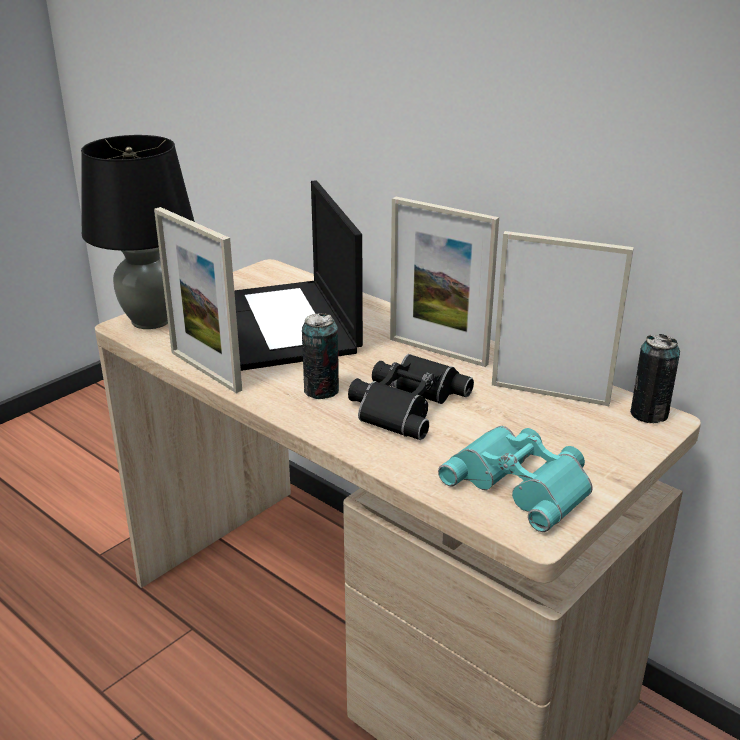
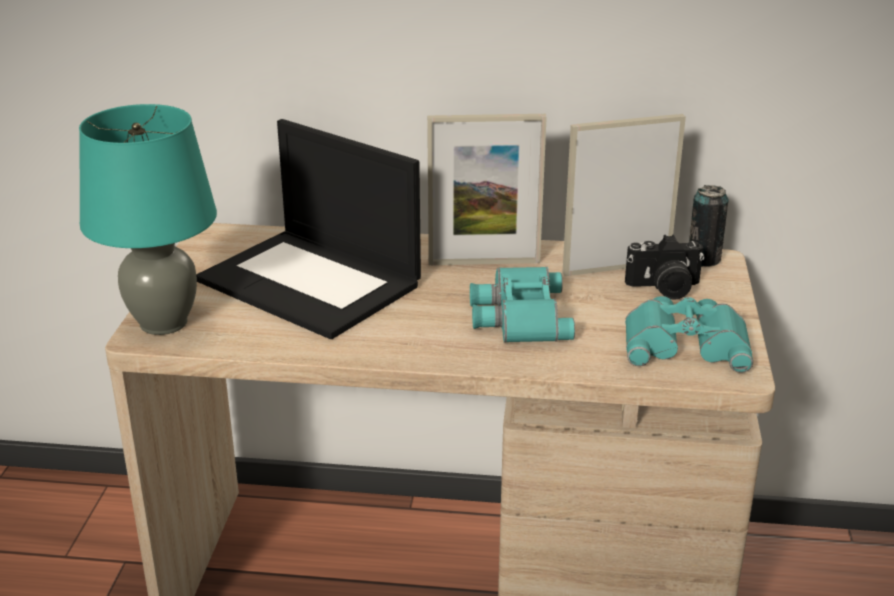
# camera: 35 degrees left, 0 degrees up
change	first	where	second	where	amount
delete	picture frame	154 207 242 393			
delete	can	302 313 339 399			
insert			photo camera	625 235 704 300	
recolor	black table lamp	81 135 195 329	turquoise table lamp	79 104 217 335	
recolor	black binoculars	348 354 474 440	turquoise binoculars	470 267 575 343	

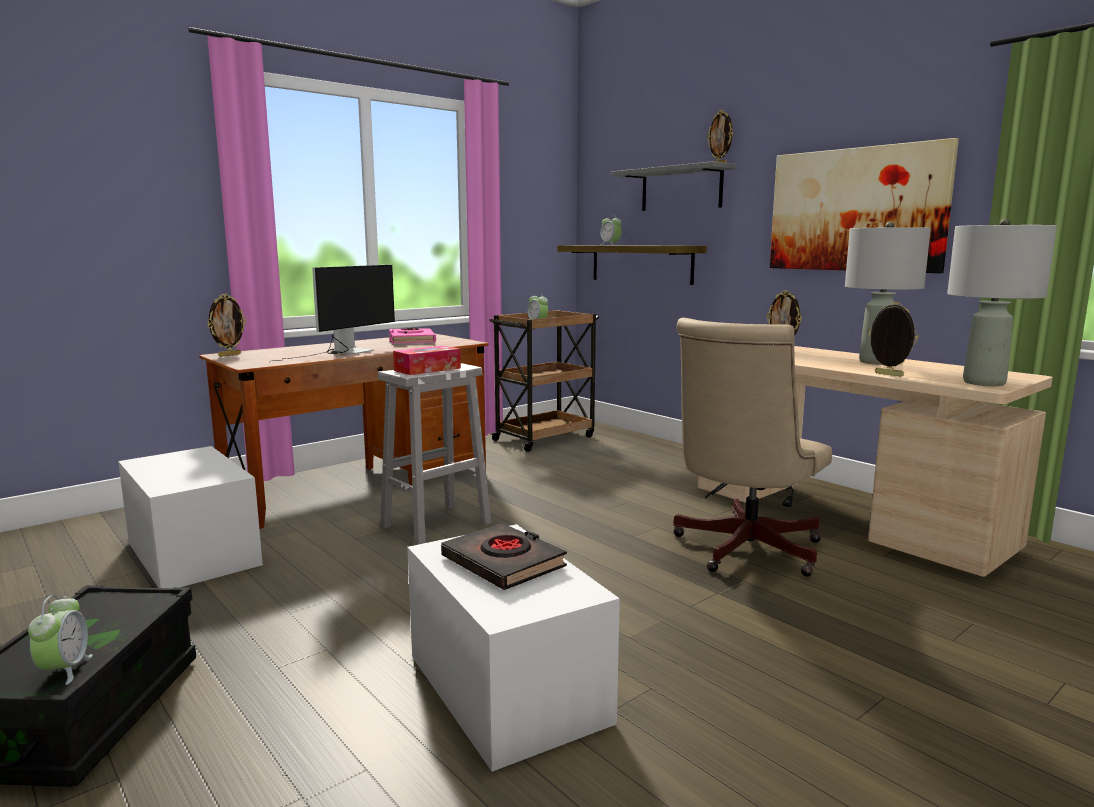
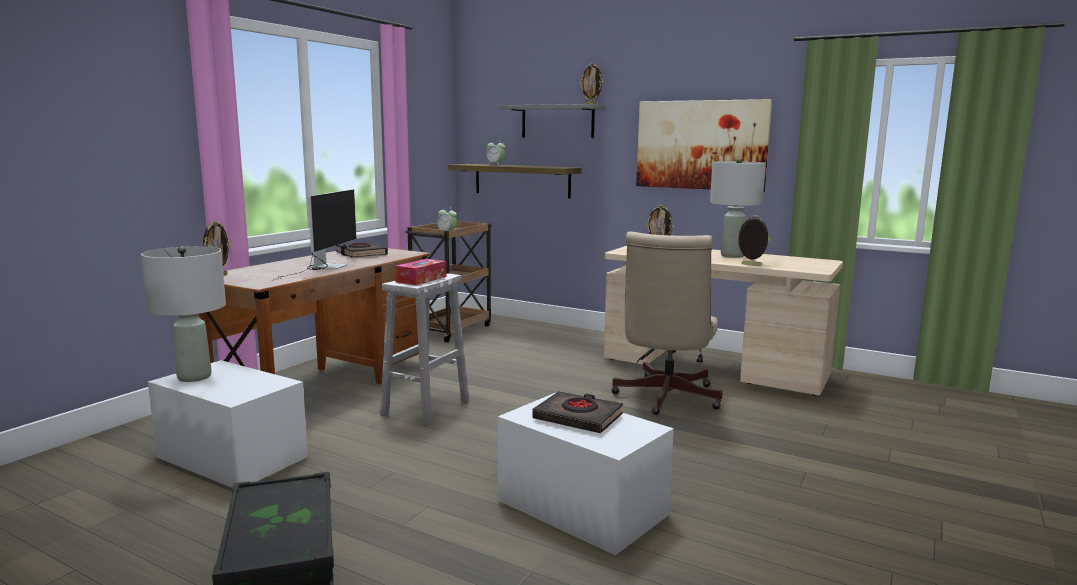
# camera: 20 degrees left, 0 degrees up
change	first	where	second	where	amount
delete	alarm clock	28 595 93 685			
move	grey table lamp	947 219 1057 386		141 246 226 382	
recolor	pink book	389 328 436 343	black book	336 242 388 257	

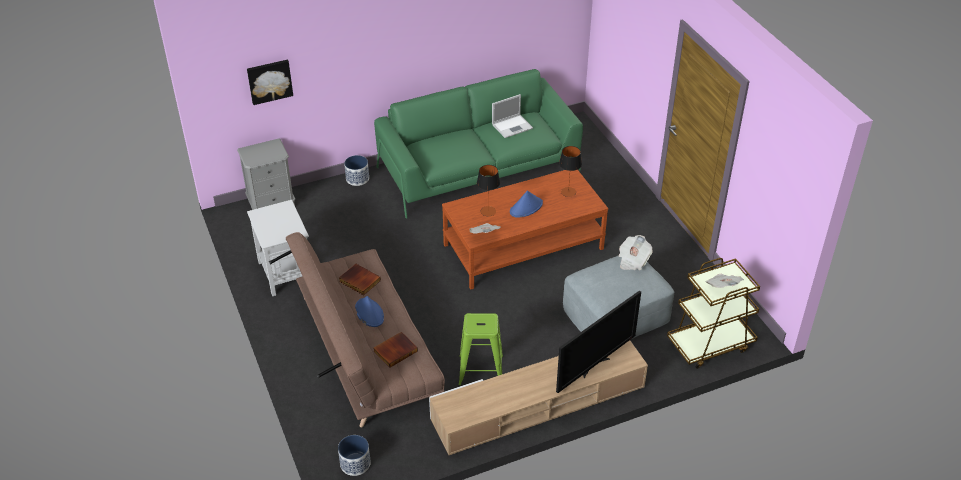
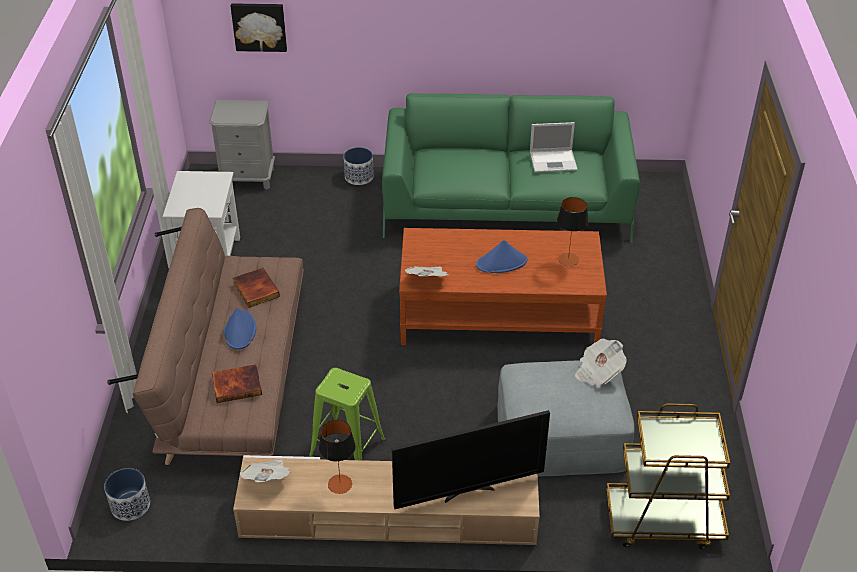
# camera: 25 degrees right, 0 degrees up
change	first	where	second	where	amount
move	table lamp	477 165 500 216		319 420 356 494	
move	newspaper	705 274 744 288		240 460 291 482	

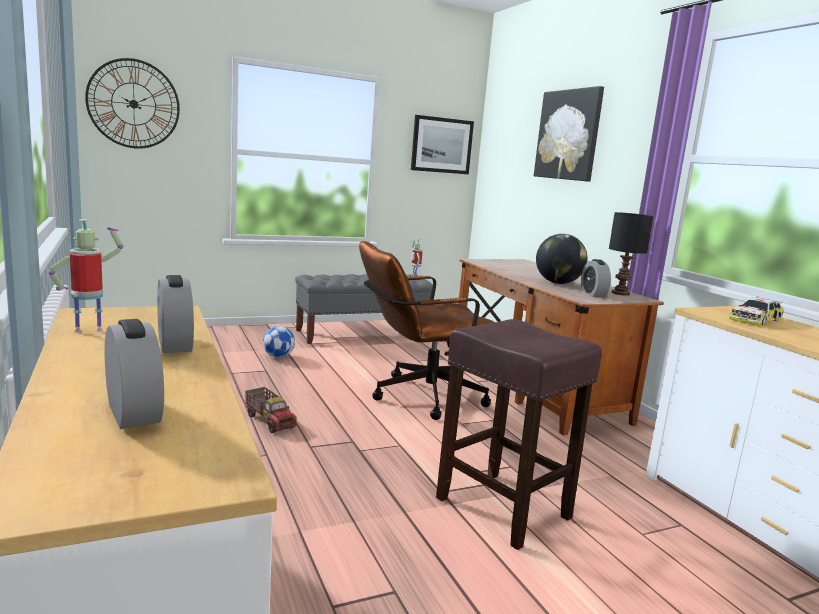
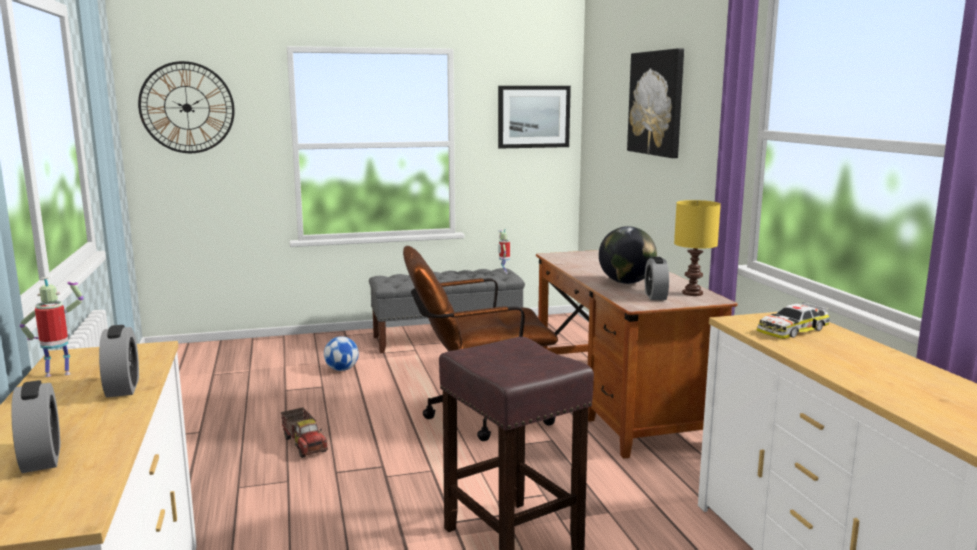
# camera: 10 degrees right, 0 degrees up
change	first	where	second	where	amount
recolor	black table lamp	609 212 654 296	yellow table lamp	674 200 721 296	

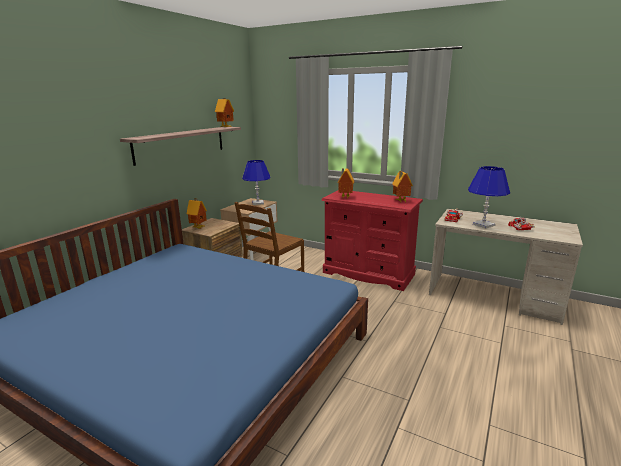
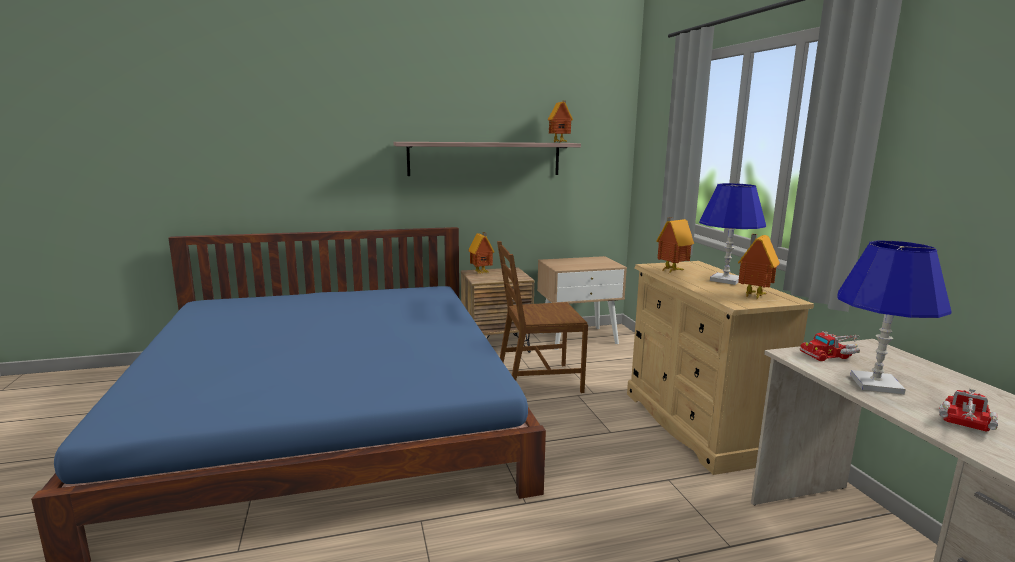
# camera: 45 degrees right, 5 degrees down
change	first	where	second	where	amount
move	blue table lamp	242 160 271 205		699 183 766 285	
recolor	red dresser	322 190 423 291	beige dresser	627 261 814 475	

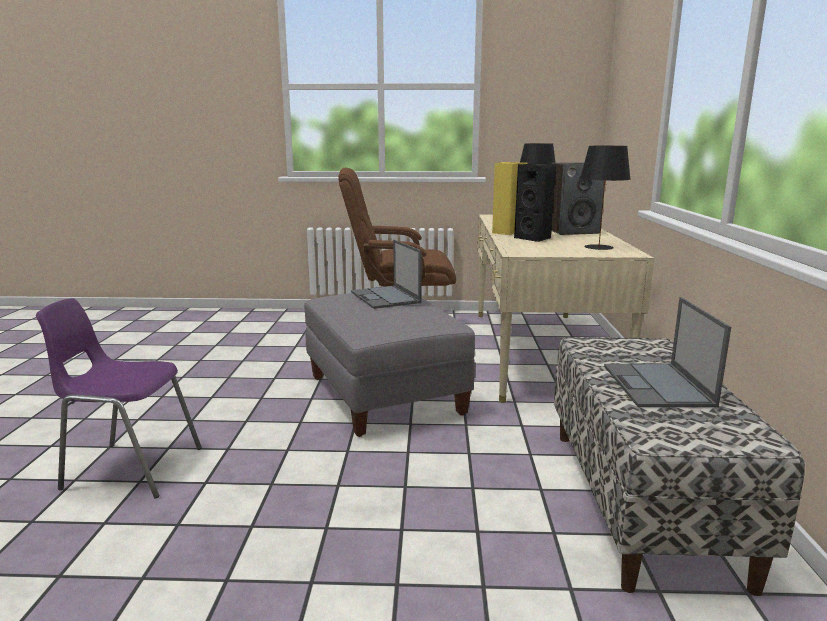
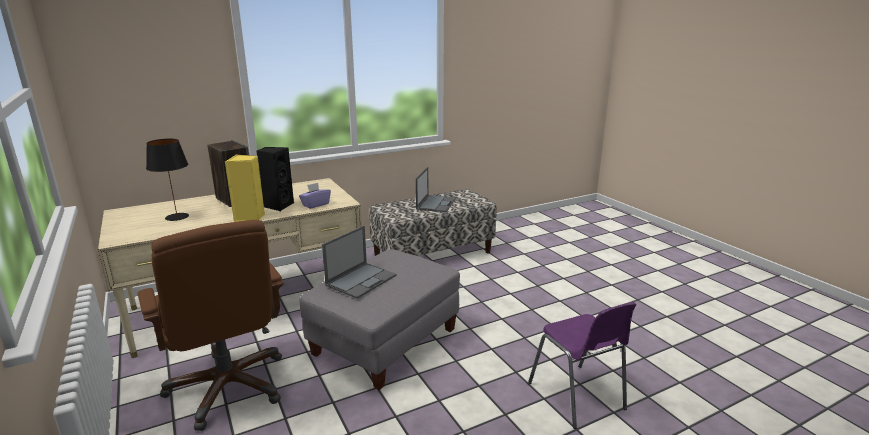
# camera: 120 degrees left, 5 degrees up
change	first	where	second	where	amount
delete	black table lamp	580 146 631 250			
insert			purple tissue box	299 183 331 209	
rotate	laptop	604 297 731 407		416 167 456 212	45 degrees counterclockwise

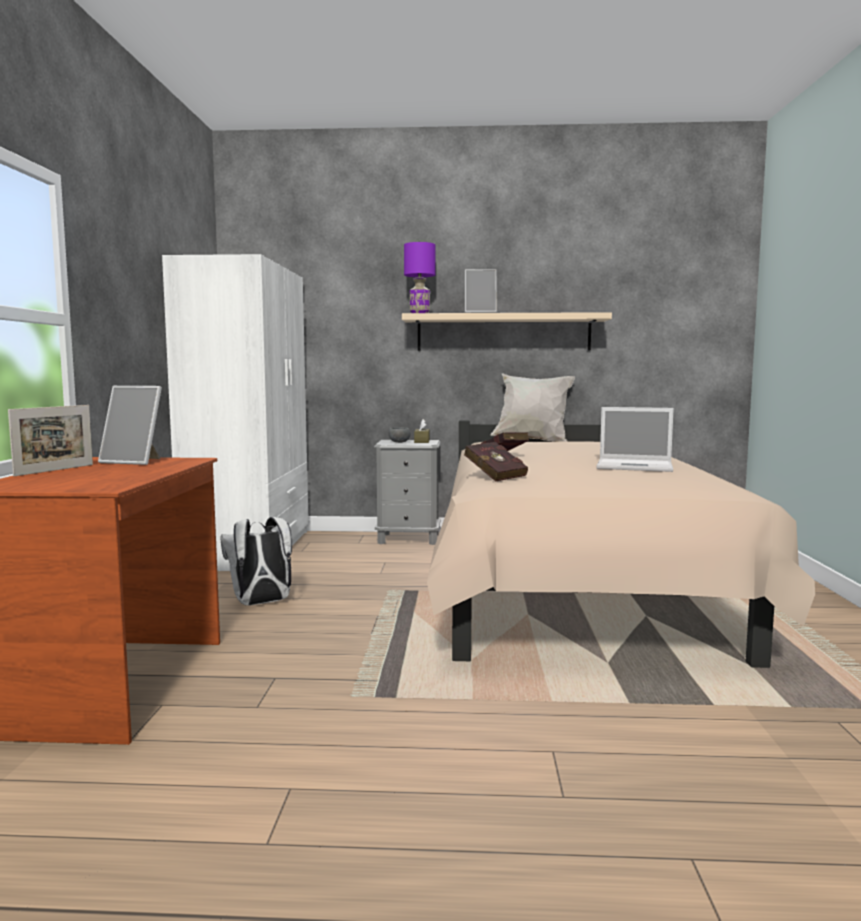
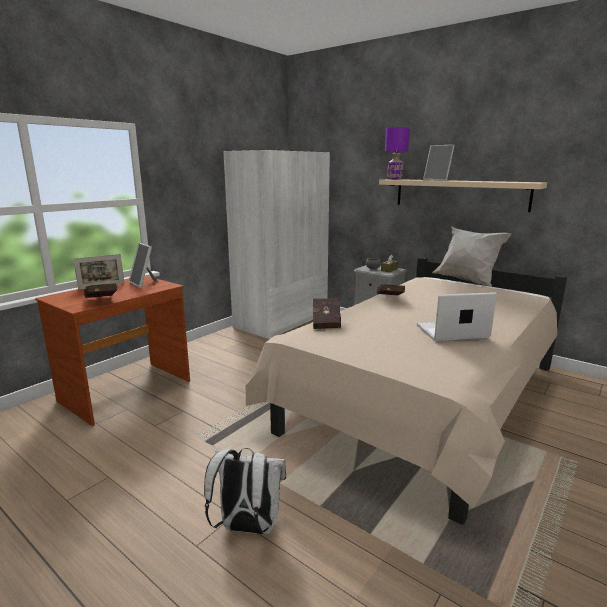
# camera: 35 degrees right, 10 degrees up
change	first	where	second	where	amount
insert			red book	84 283 117 298	
move	white backpack	220 517 292 606		204 448 286 534	
rotate	laptop	597 407 674 472		417 292 497 341	120 degrees clockwise

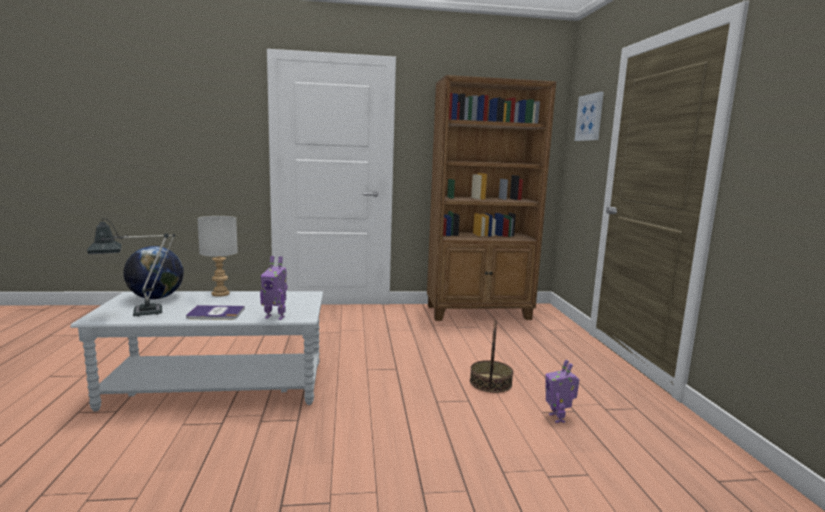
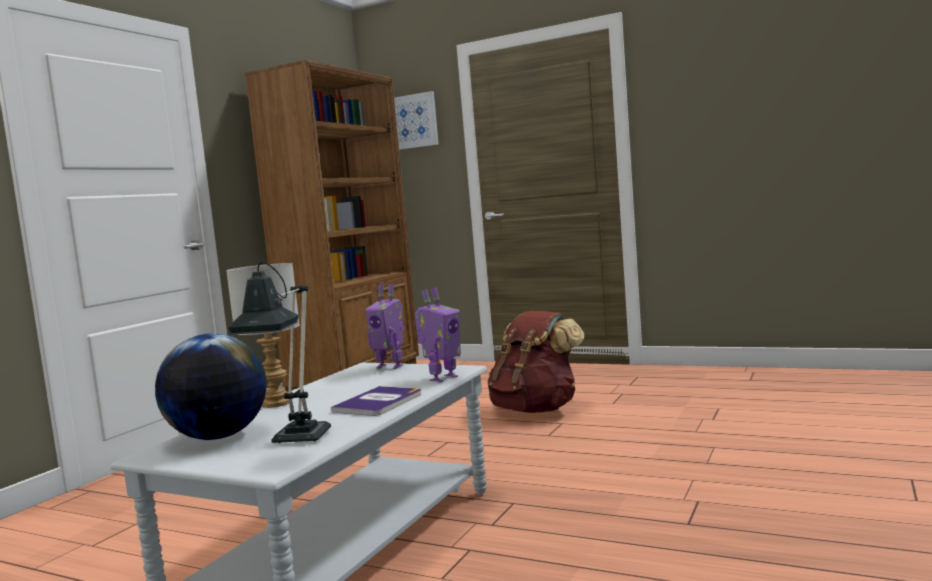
# camera: 55 degrees left, 5 degrees down
change	first	where	second	where	amount
move	toy robot	545 360 579 423		365 284 404 369	
replace	basket	470 319 513 393	brown backpack	488 311 584 413	

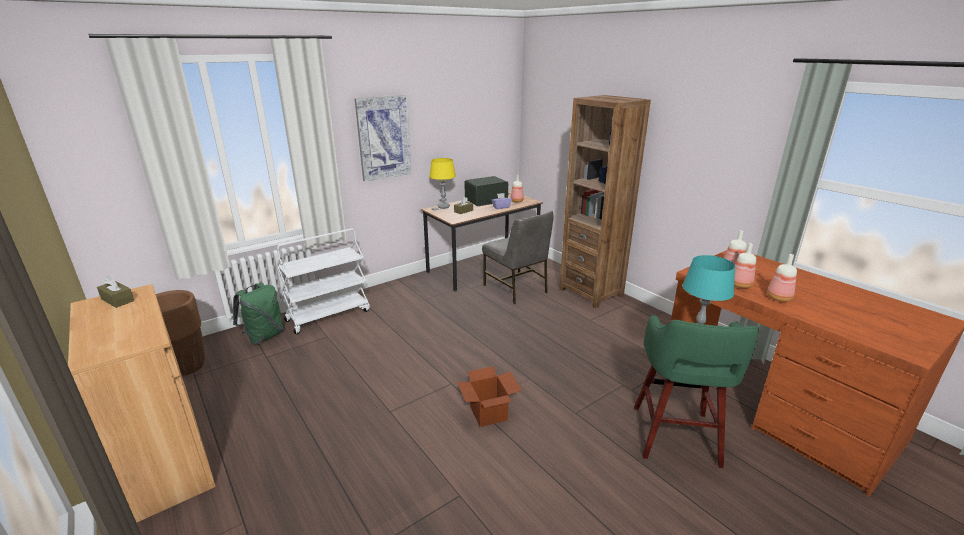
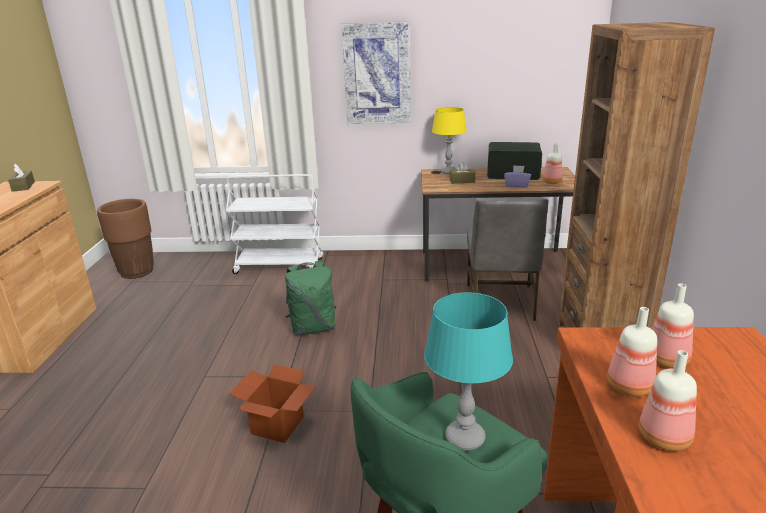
# camera: 40 degrees right, 0 degrees up
change	first	where	second	where	amount
move	green backpack	233 283 284 345		285 261 337 336	

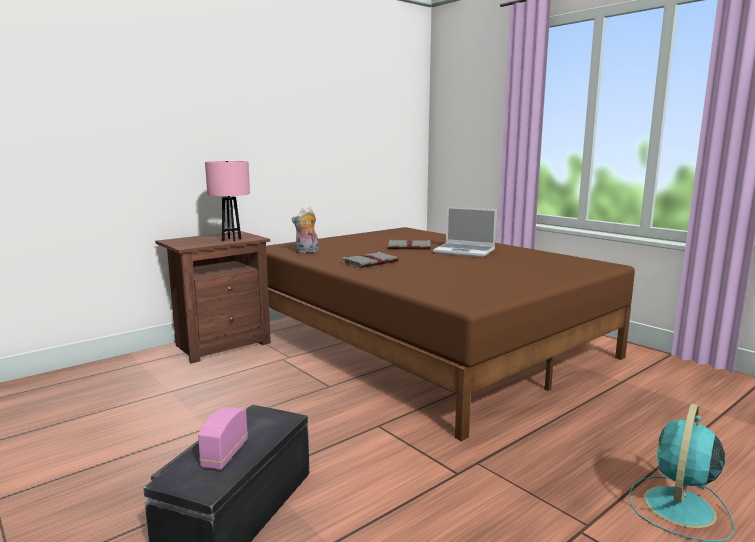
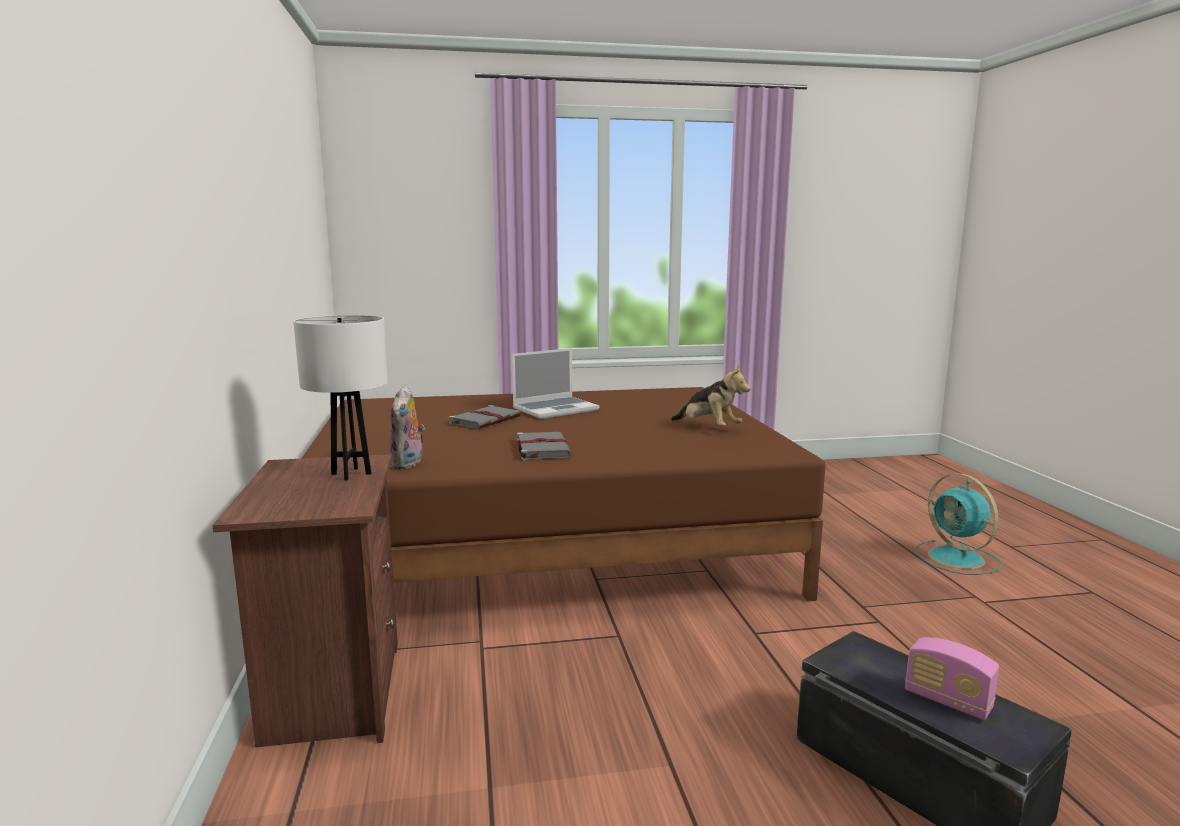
# camera: 60 degrees left, 0 degrees up
change	first	where	second	where	amount
insert			plush toy	671 364 750 426	
recolor	pink table lamp	205 161 250 241	white table lamp	293 315 388 481	

